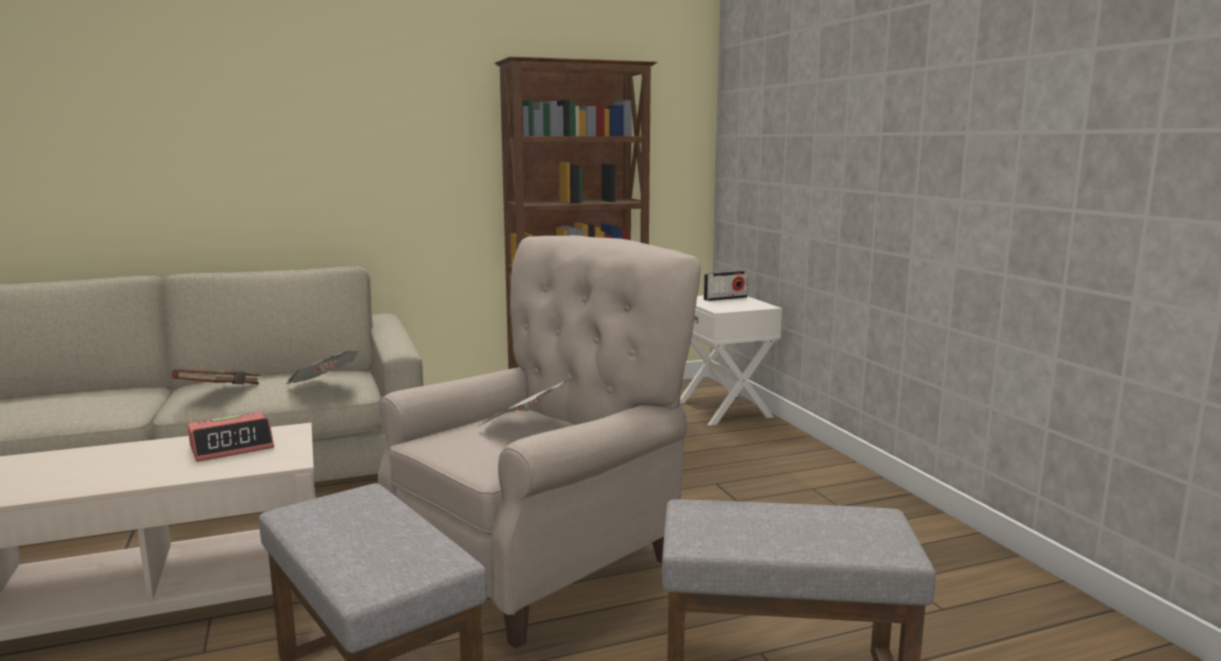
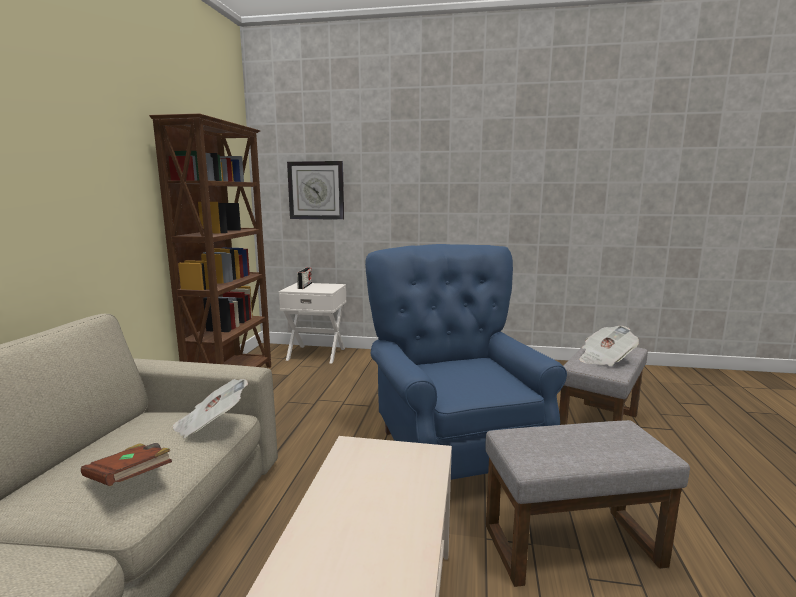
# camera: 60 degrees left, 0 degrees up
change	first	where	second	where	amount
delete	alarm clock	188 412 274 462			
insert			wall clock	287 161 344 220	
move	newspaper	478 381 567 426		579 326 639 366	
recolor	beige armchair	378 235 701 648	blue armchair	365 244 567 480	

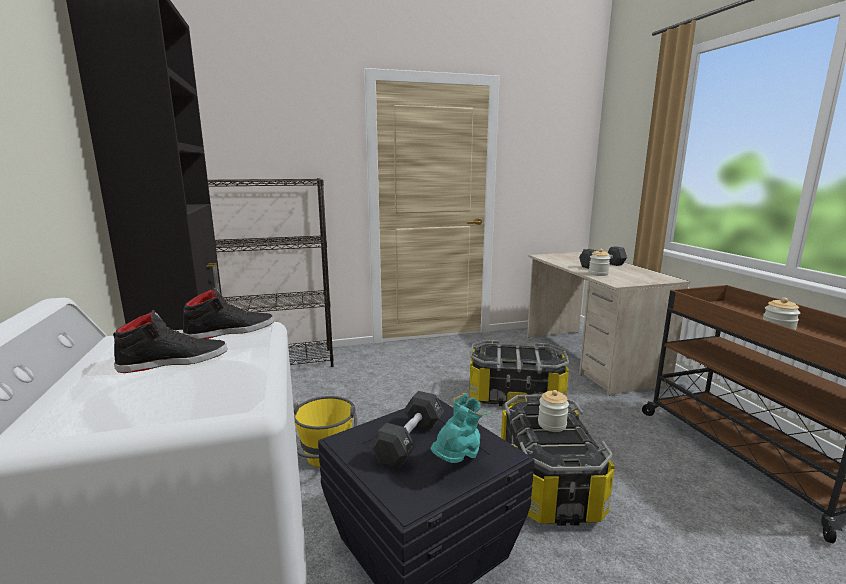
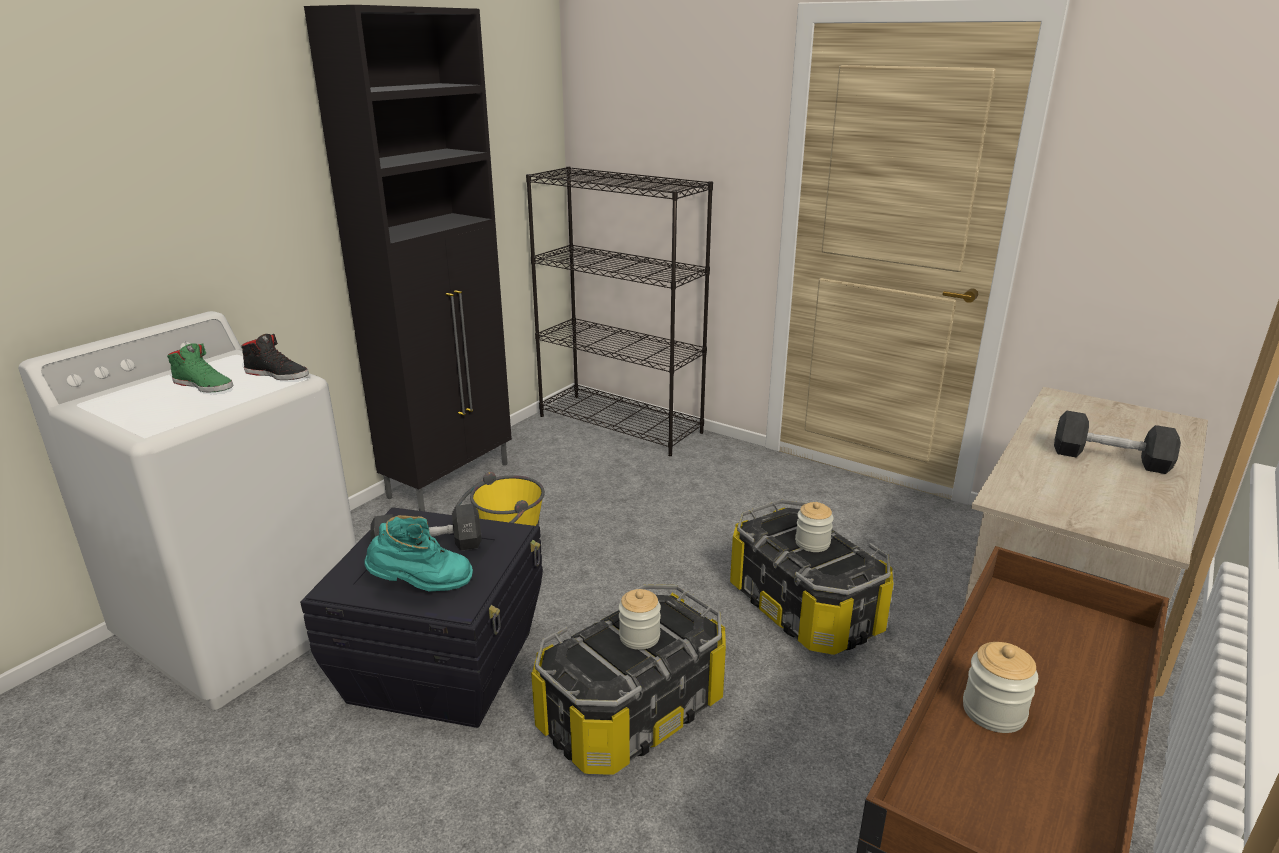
# camera: 50 degrees right, 10 degrees up
change	first	where	second	where	amount
move	jar	589 249 610 276		795 502 834 552	
recolor	black shoe	113 310 228 373	green shoe	167 343 234 392	

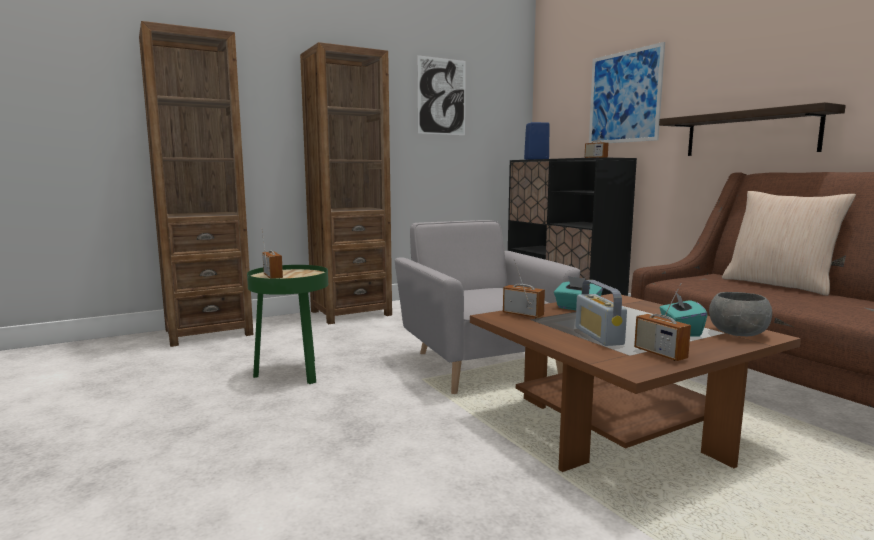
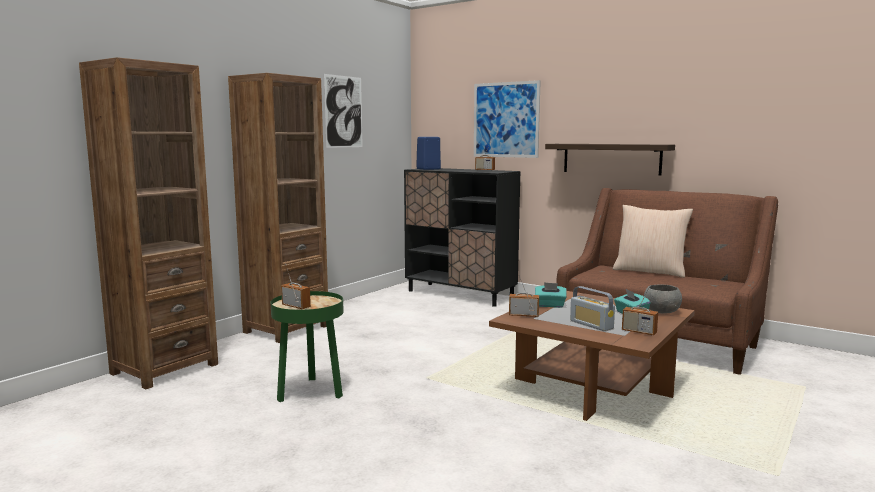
# camera: 25 degrees left, 0 degrees up
change	first	where	second	where	amount
delete	grey armchair	395 220 580 394			

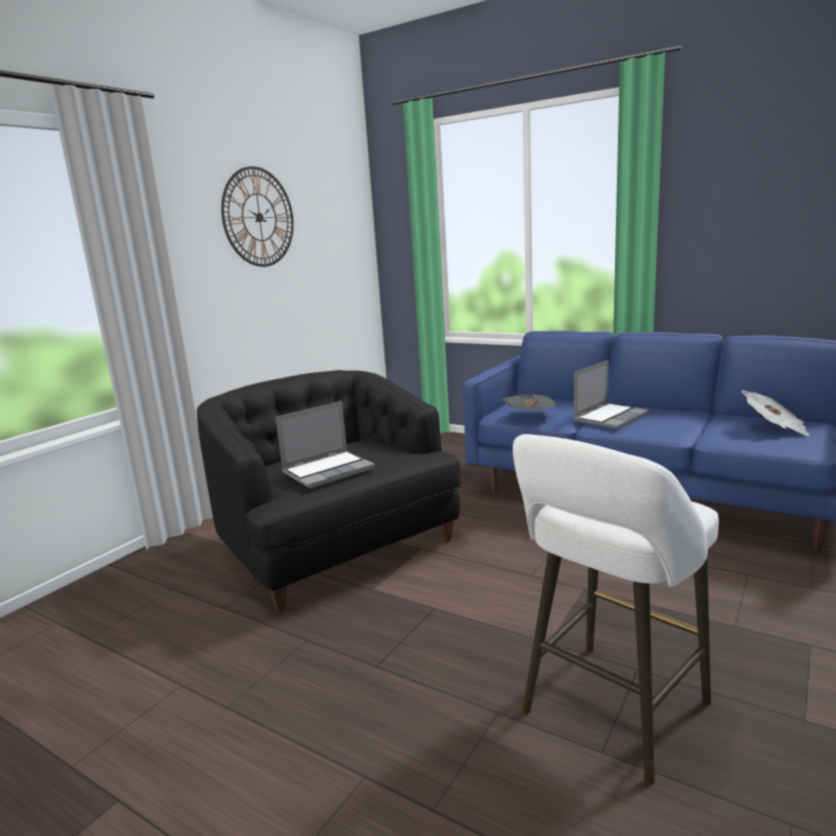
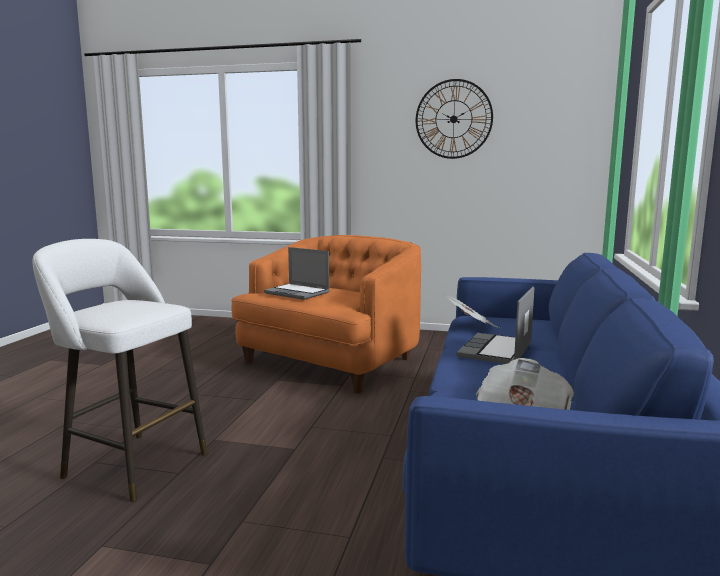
# camera: 70 degrees right, 5 degrees down
change	first	where	second	where	amount
recolor	black armchair	197 370 461 612	orange armchair	231 235 421 394	
rotate	laptop	574 360 649 429		457 287 534 364	90 degrees clockwise

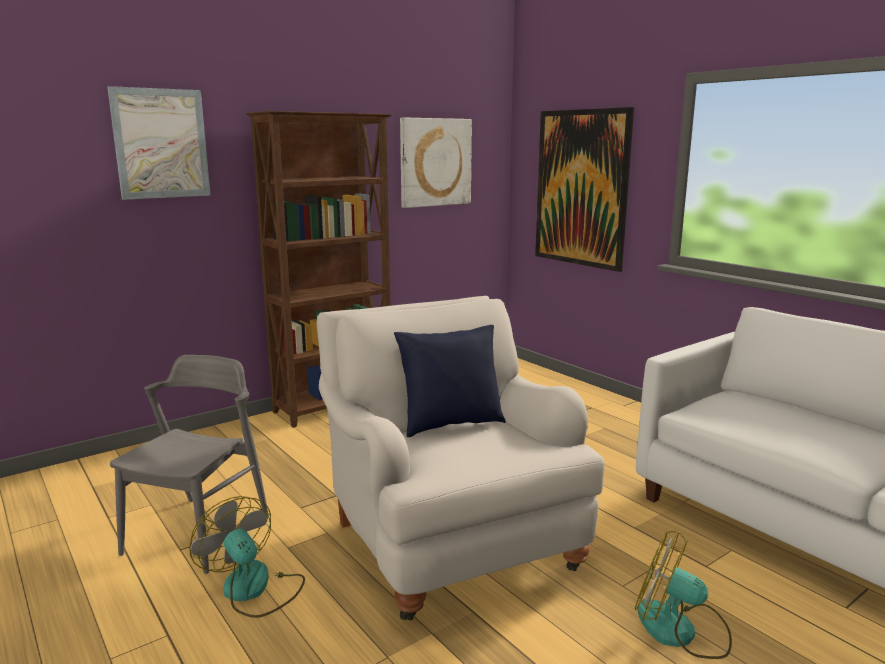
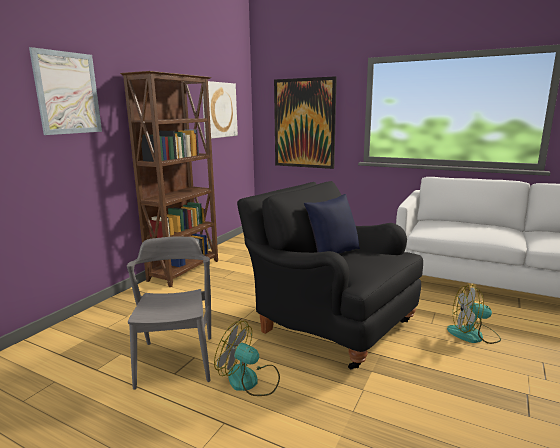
# camera: 25 degrees left, 0 degrees up
change	first	where	second	where	amount
recolor	white armchair	317 296 605 621	black armchair	237 181 423 370	

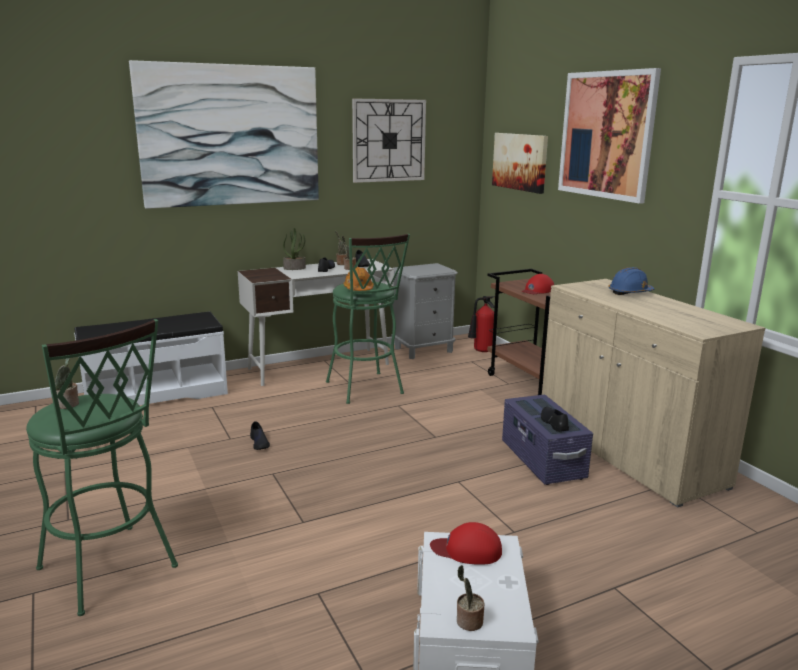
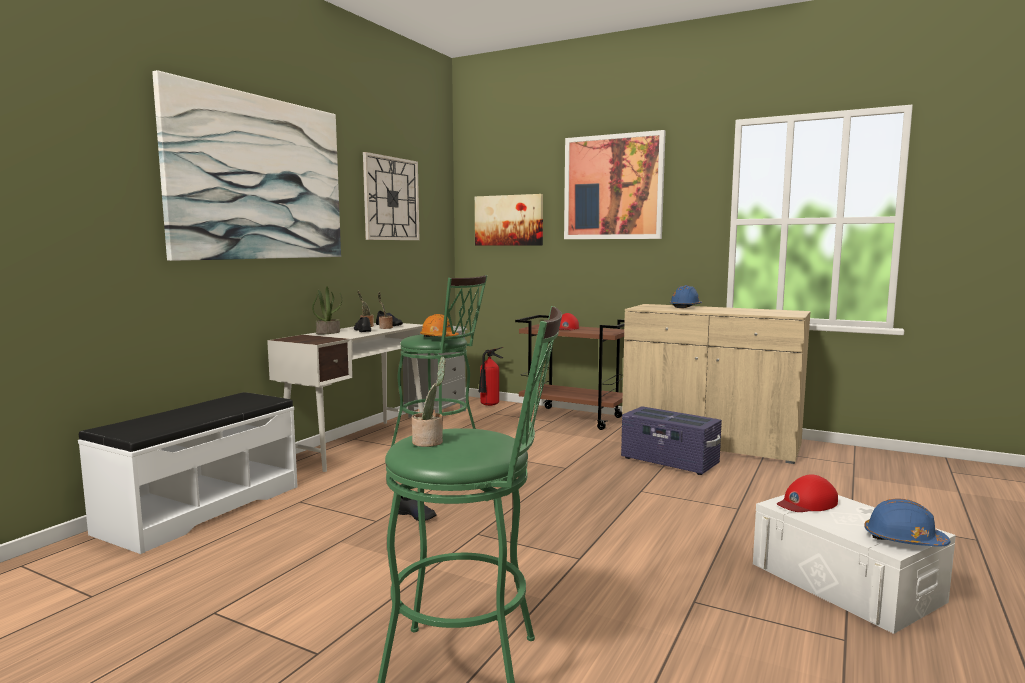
# camera: 35 degrees left, 10 degrees down
change	first	where	second	where	amount
delete	black shoe	541 407 569 432			
replace	potted plant	457 565 485 631	blue hard hat	864 499 951 547	

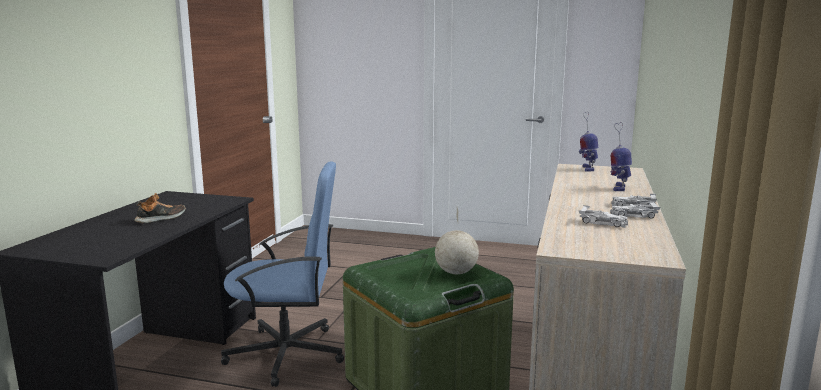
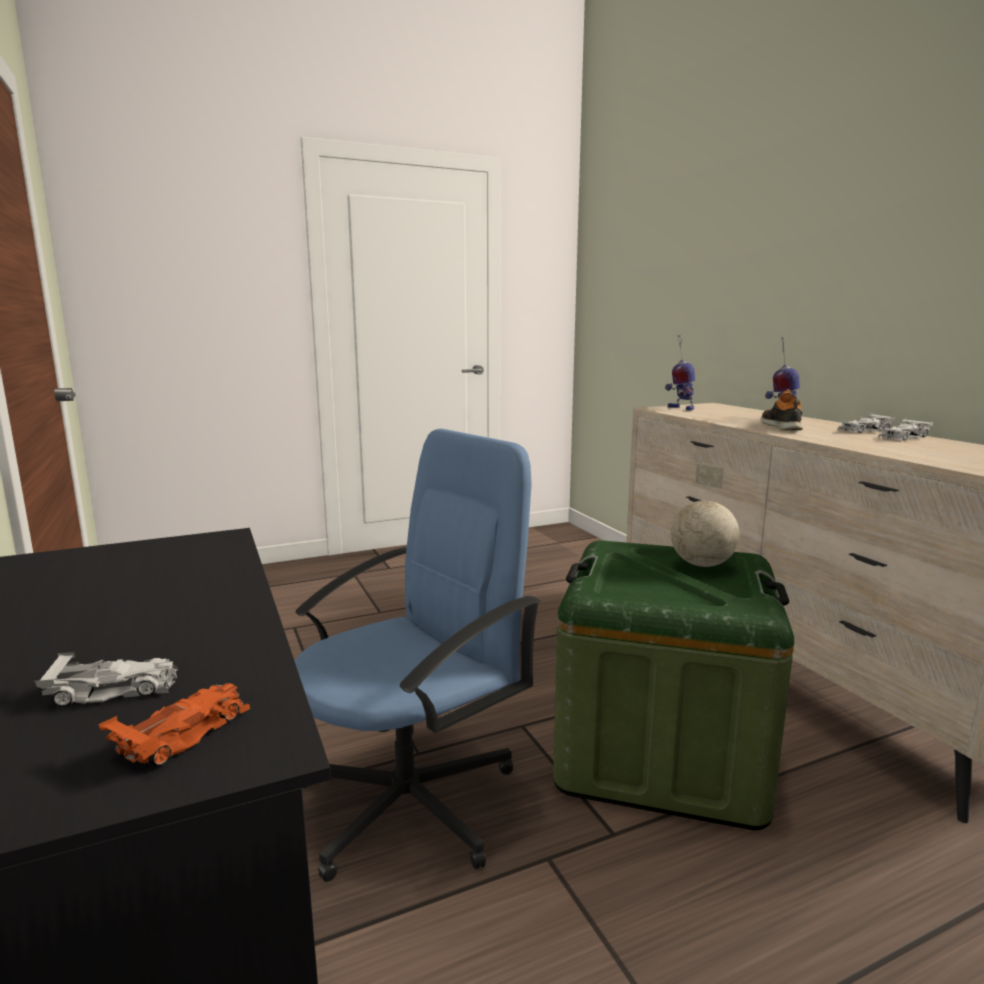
# camera: 40 degrees left, 0 degrees up
change	first	where	second	where	amount
insert			orange toy car	98 683 250 766	
move	shoe	135 193 186 223		761 389 803 430	
move	white toy car	579 205 628 228		35 652 178 707	

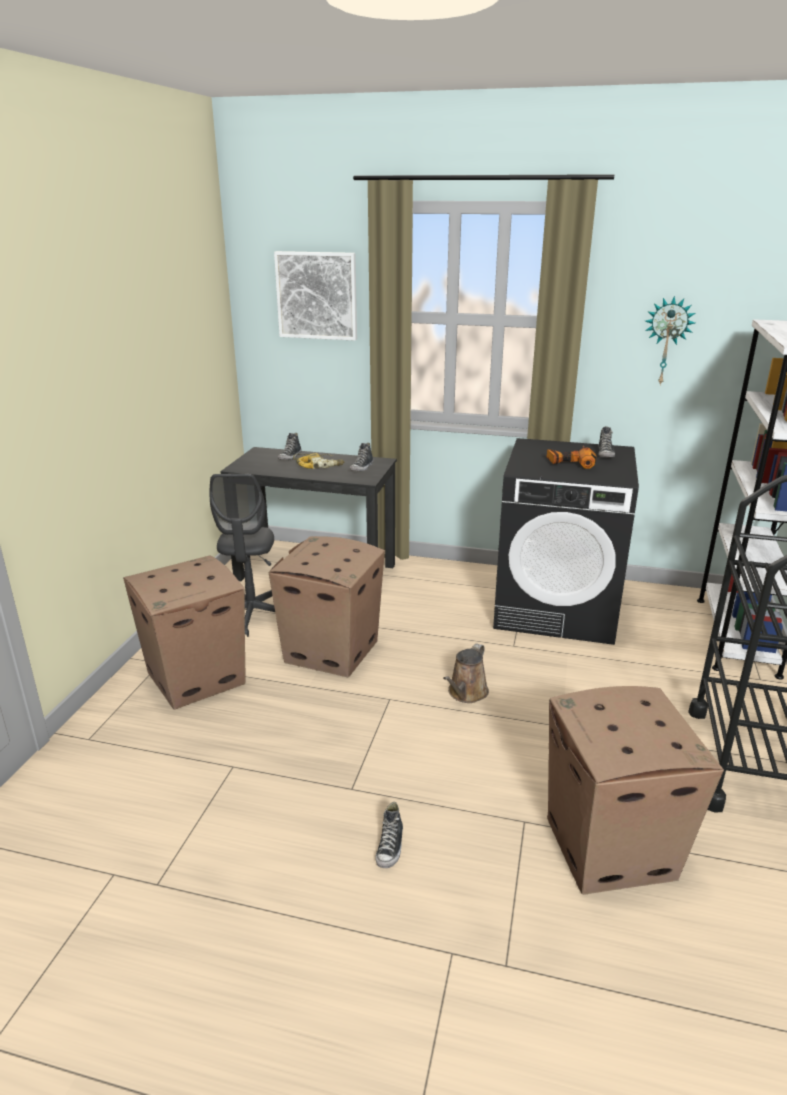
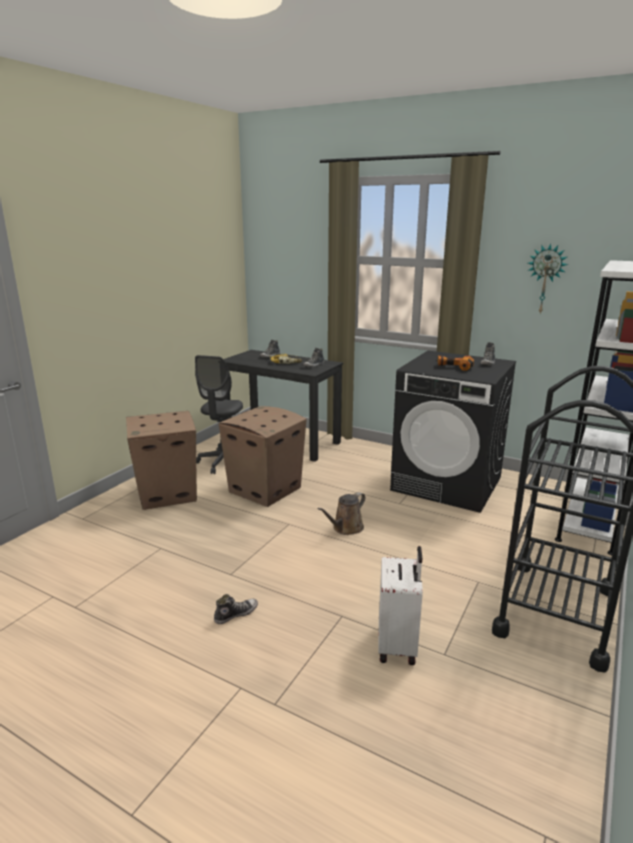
# camera: 15 degrees right, 5 degrees down
change	first	where	second	where	amount
delete	picture	274 251 357 341			
replace	cardboard box	547 686 724 894	white suitcase	378 546 423 665	
rotate	shoe	376 802 403 868		214 594 258 624	150 degrees counterclockwise

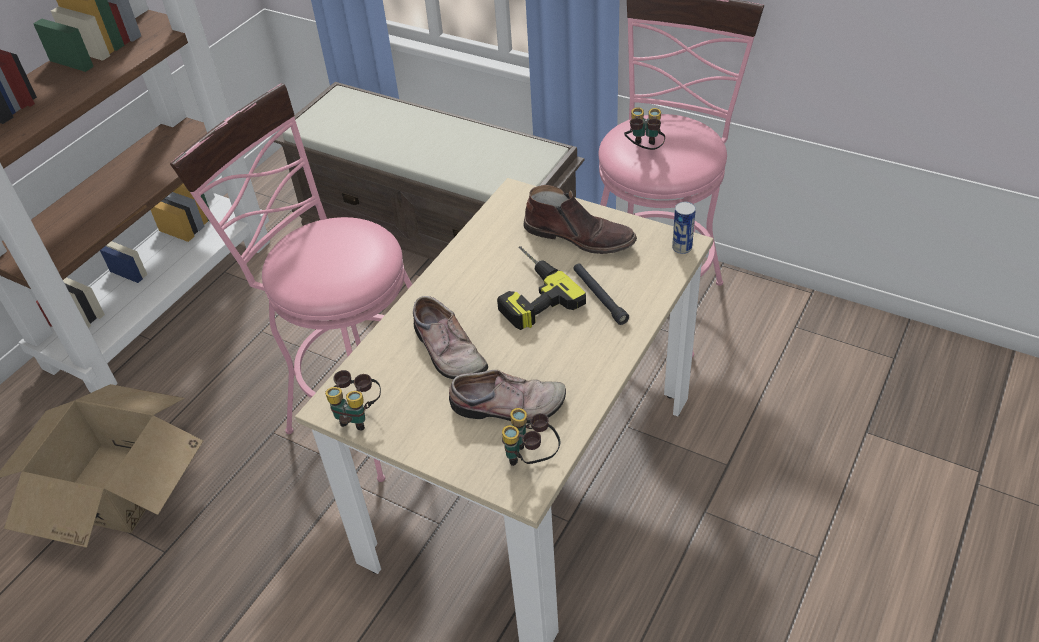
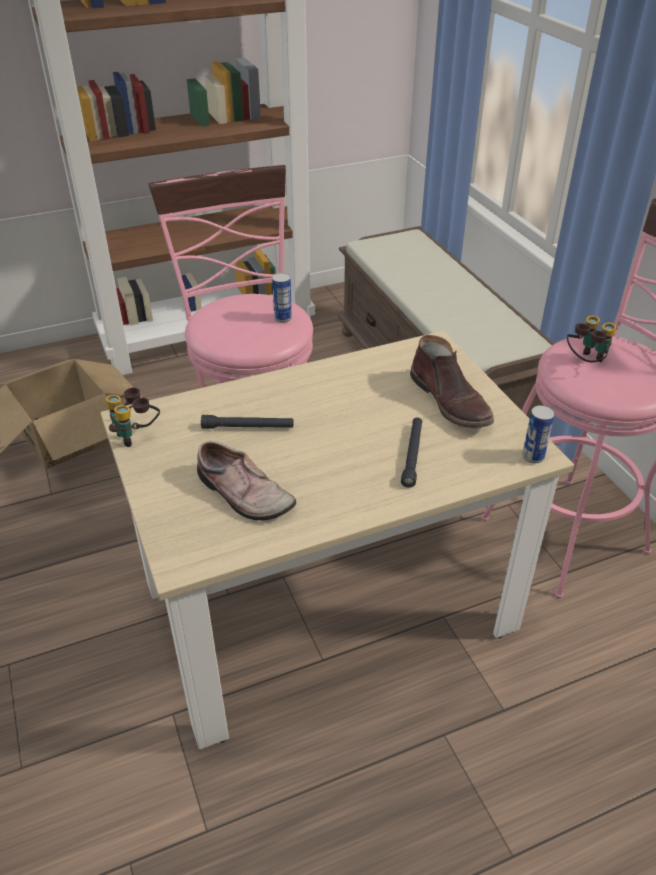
# camera: 35 degrees right, 5 degrees down
change	first	where	second	where	amount
delete	power drill	497 246 586 330			
delete	binoculars	502 408 560 466			
insert			can	272 273 292 323	
replace	shoe	413 296 488 379	black flashlight	201 415 294 429	

